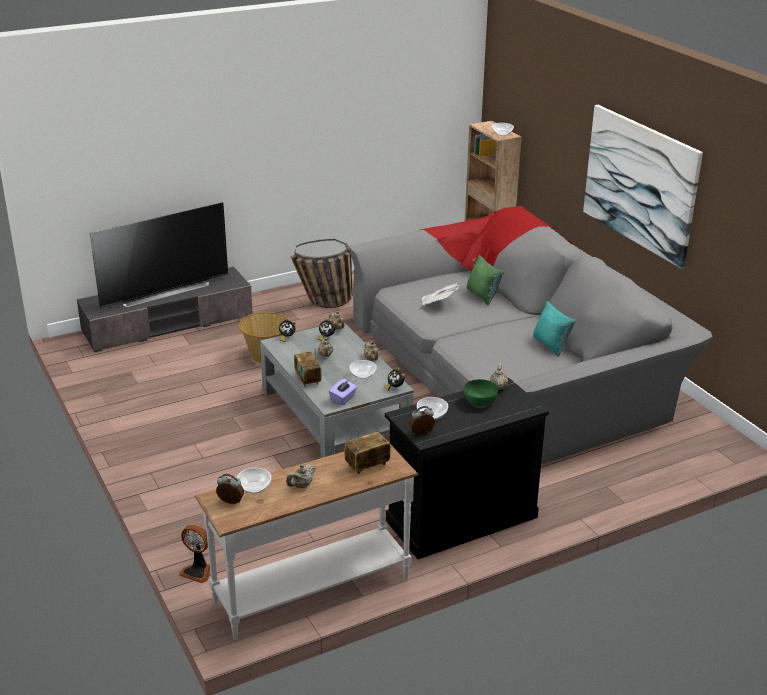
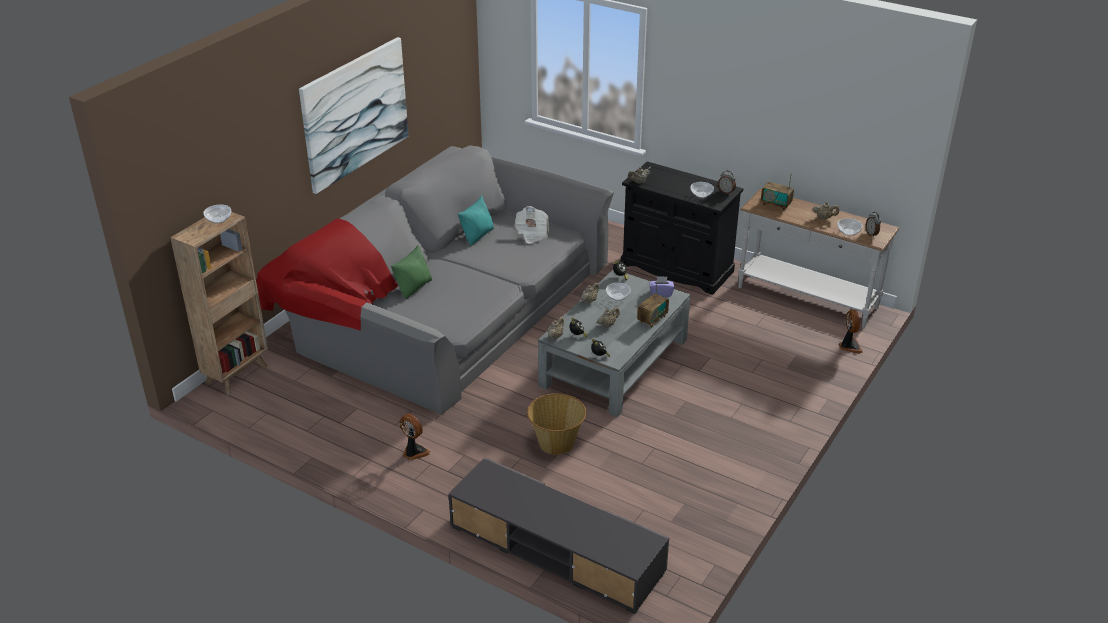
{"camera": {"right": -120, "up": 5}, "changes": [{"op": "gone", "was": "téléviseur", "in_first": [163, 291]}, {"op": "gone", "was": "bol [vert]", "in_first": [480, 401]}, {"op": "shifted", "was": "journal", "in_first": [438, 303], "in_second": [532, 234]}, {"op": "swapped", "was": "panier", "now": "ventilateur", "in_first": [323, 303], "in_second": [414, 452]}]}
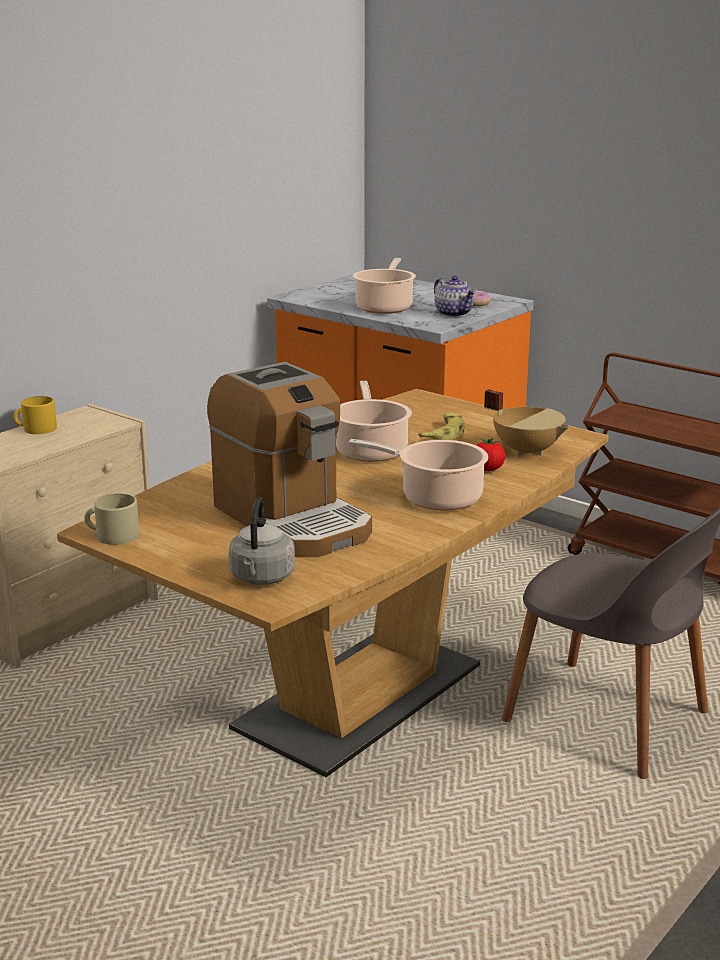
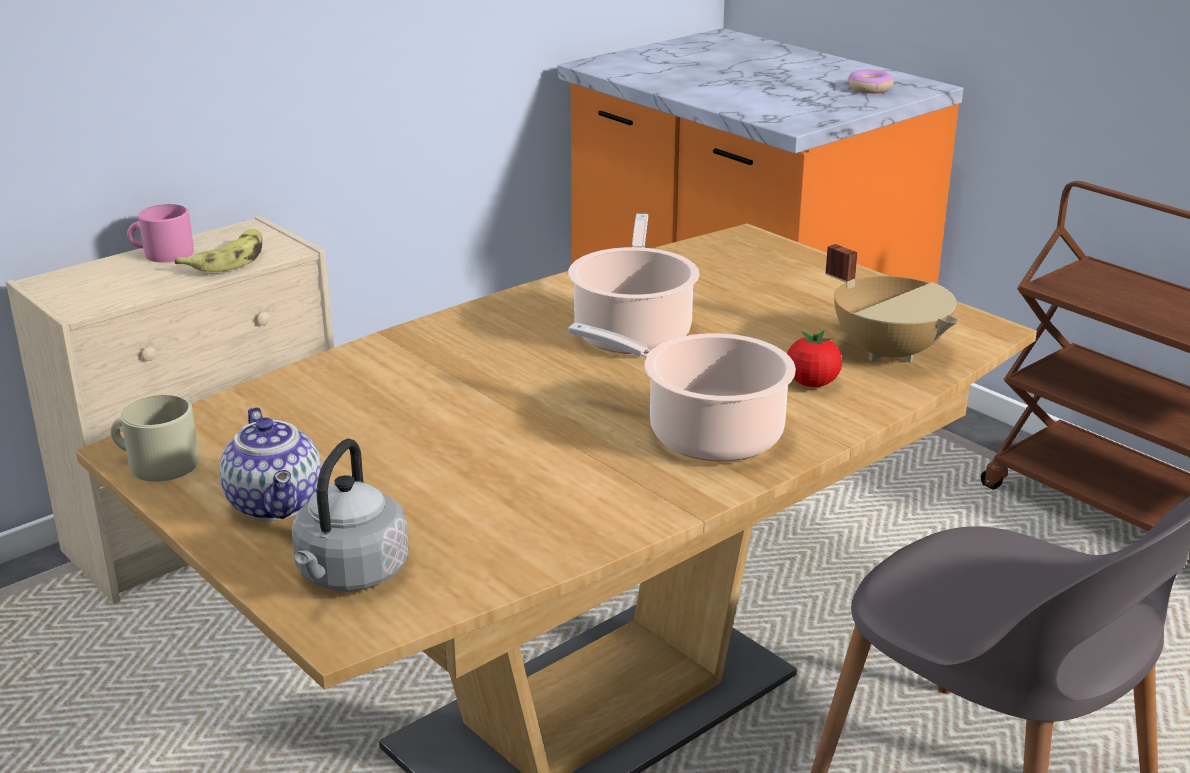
{"camera": {"right": 10, "up": 5}, "changes": [{"op": "gone", "was": "machine à café", "in_first": [292, 520]}, {"op": "gone", "was": "marmite", "in_first": [384, 307]}, {"op": "shifted", "was": "banane", "in_first": [443, 434], "in_second": [228, 260]}, {"op": "shifted", "was": "théière", "in_first": [454, 314], "in_second": [278, 504]}, {"op": "repainted", "was": "mug [jaune]", "now": "mug [rose]", "in_first": [35, 429], "in_second": [162, 254]}]}
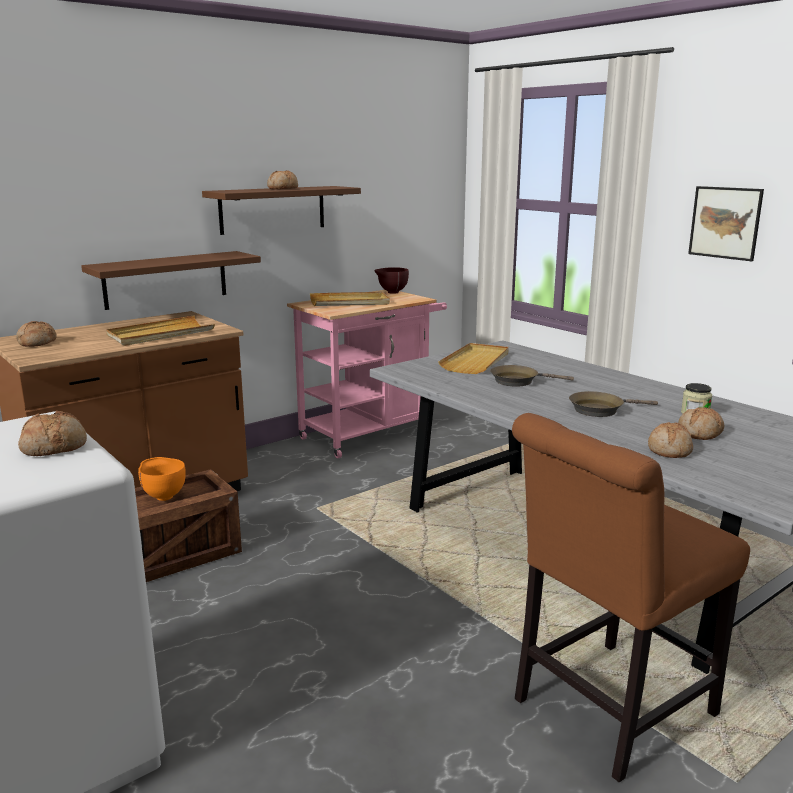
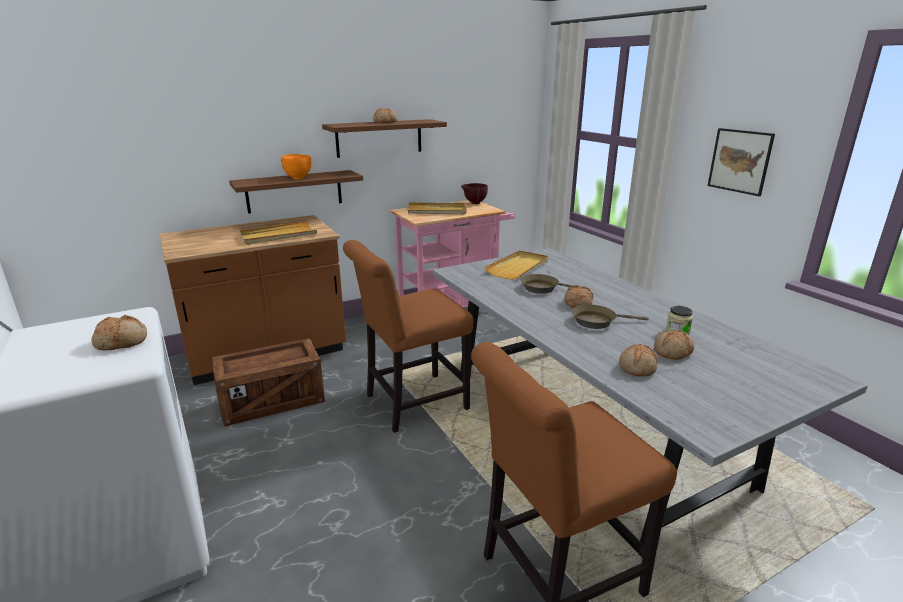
{"camera": {"right": 10, "up": 5}, "changes": [{"op": "new", "now": "chaise [marron]", "in_second": [411, 403]}, {"op": "shifted", "was": "pain", "in_first": [36, 342], "in_second": [577, 303]}, {"op": "shifted", "was": "bol [orange]", "in_first": [163, 496], "in_second": [297, 178]}]}
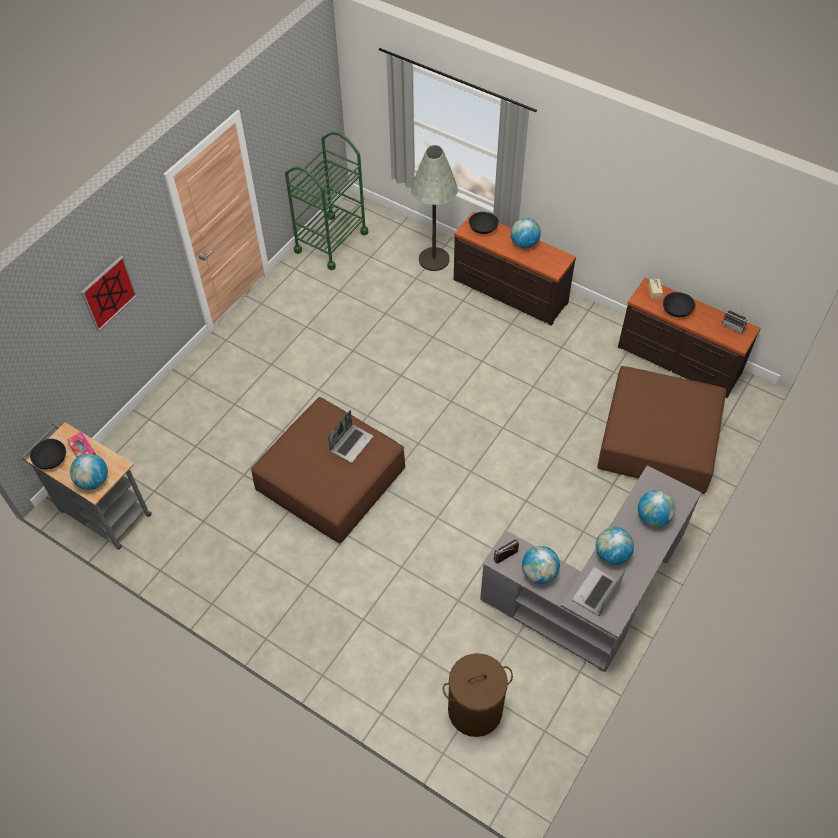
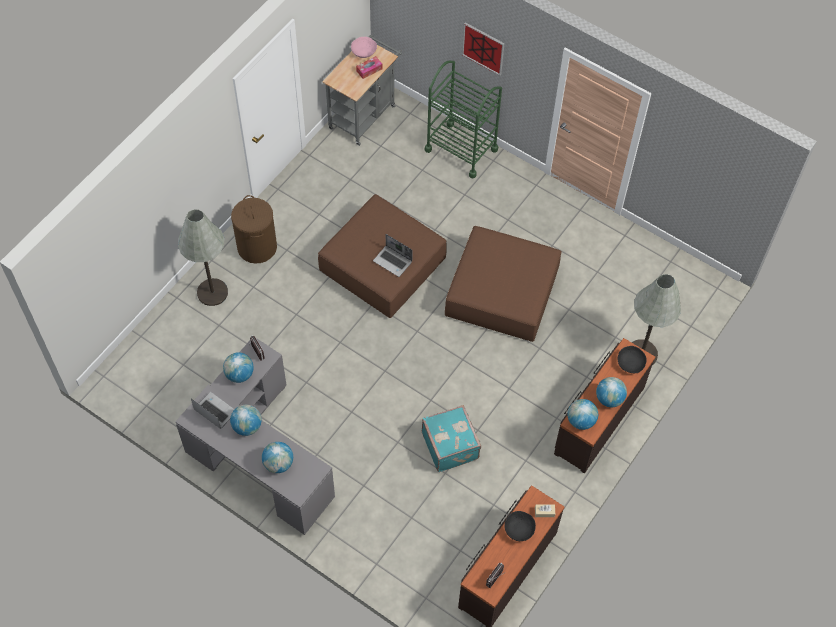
{"camera": {"right": 90, "up": 5}, "changes": [{"op": "new", "now": "lampadaire [gris]", "in_second": [212, 292]}, {"op": "new", "now": "valise [turquoise]", "in_second": [451, 445]}, {"op": "shifted", "was": "globe", "in_first": [93, 481], "in_second": [581, 421]}, {"op": "shifted", "was": "chariot [vert]", "in_first": [331, 242], "in_second": [461, 149]}, {"op": "shifted", "was": "panier à linge [marron]", "in_first": [475, 709], "in_second": [257, 247]}, {"op": "shifted", "was": "pouf [marron]", "in_first": [658, 441], "in_second": [501, 293]}, {"op": "repainted", "was": "bol [noir]", "now": "bol [rose]", "in_first": [51, 459], "in_second": [363, 52]}]}
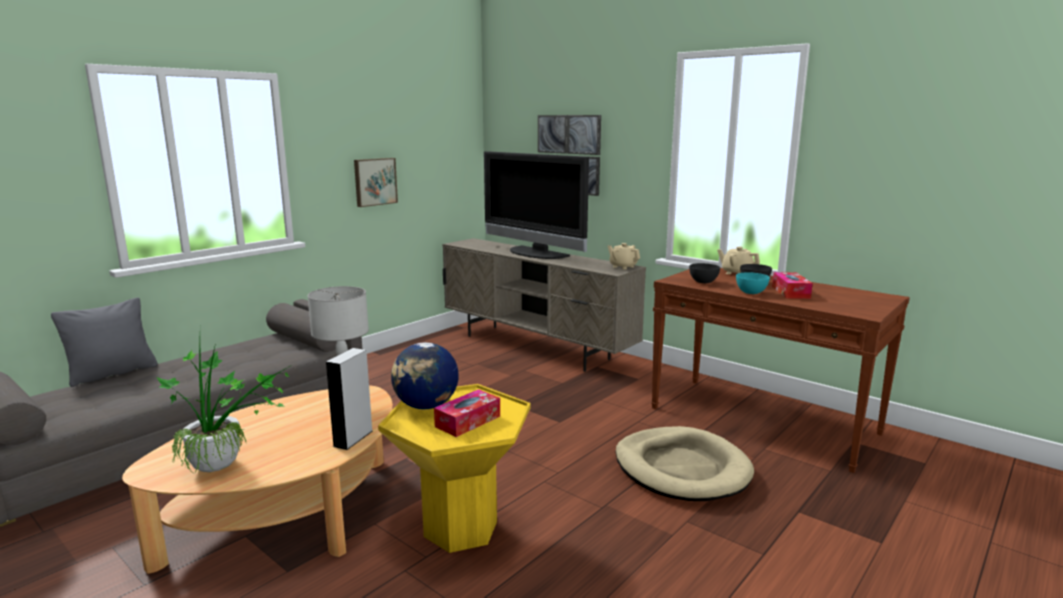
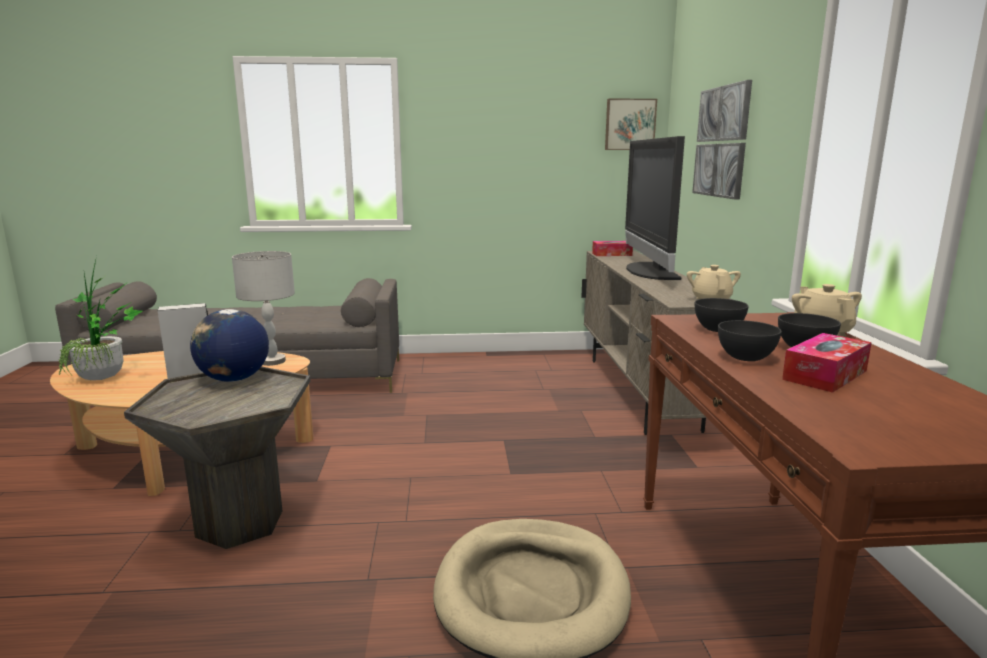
{"camera": {"right": 45, "up": 0}, "changes": [{"op": "gone", "was": "coussin [gris]", "in_first": [112, 373]}, {"op": "shifted", "was": "tableau", "in_first": [374, 181], "in_second": [629, 124]}, {"op": "shifted", "was": "boîte à mouchoirs", "in_first": [468, 421], "in_second": [612, 254]}, {"op": "repainted", "was": "table d'appoint [jaune]", "now": "table d'appoint [gris]", "in_first": [460, 529], "in_second": [240, 523]}, {"op": "repainted", "was": "bol [turquoise]", "now": "bol [gris]", "in_first": [751, 292], "in_second": [745, 358]}]}
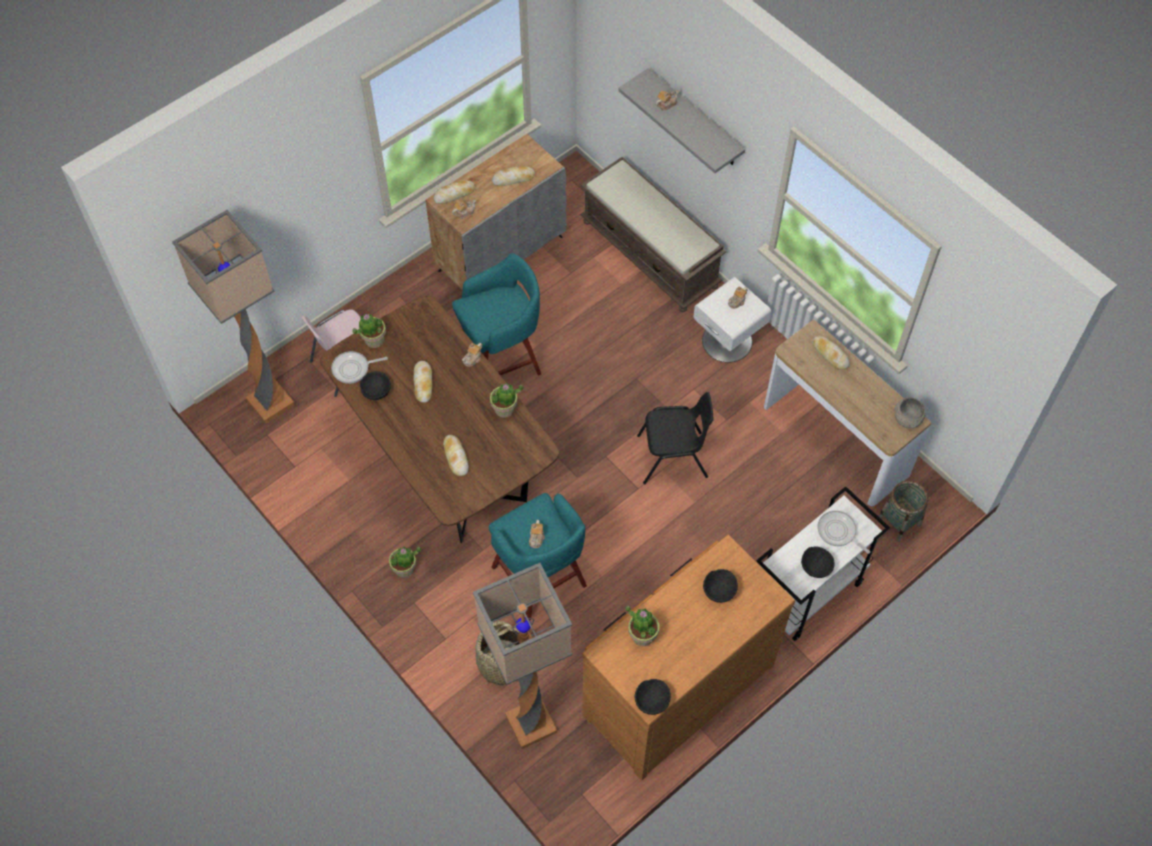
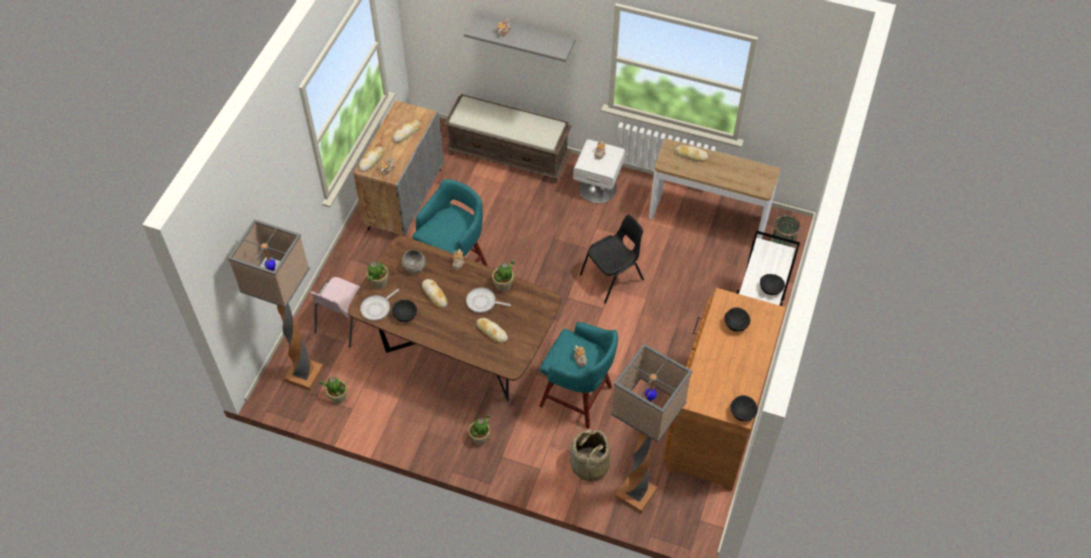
{"camera": {"right": -30, "up": -5}, "changes": [{"op": "shifted", "was": "plante en pot", "in_first": [642, 635], "in_second": [338, 397]}, {"op": "shifted", "was": "poêle", "in_first": [838, 532], "in_second": [483, 302]}, {"op": "shifted", "was": "bol [gris]", "in_first": [907, 419], "in_second": [414, 267]}]}
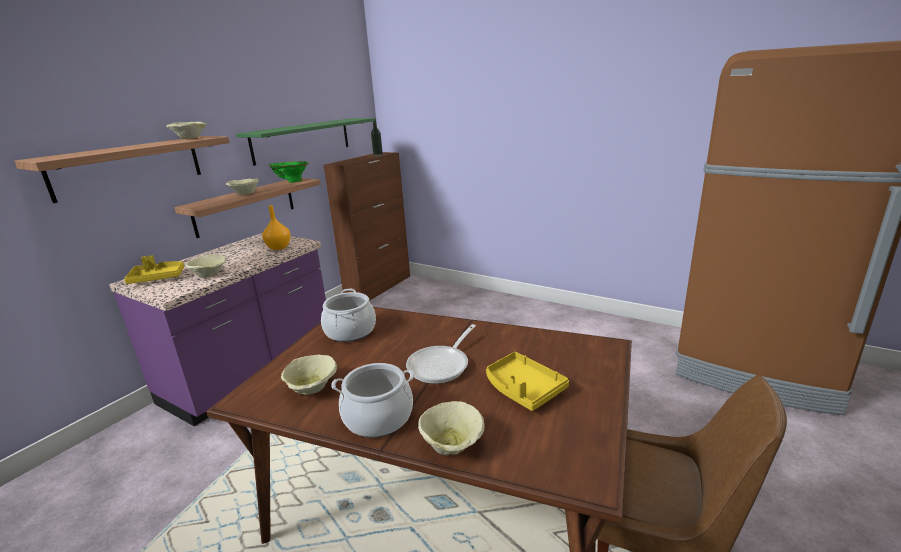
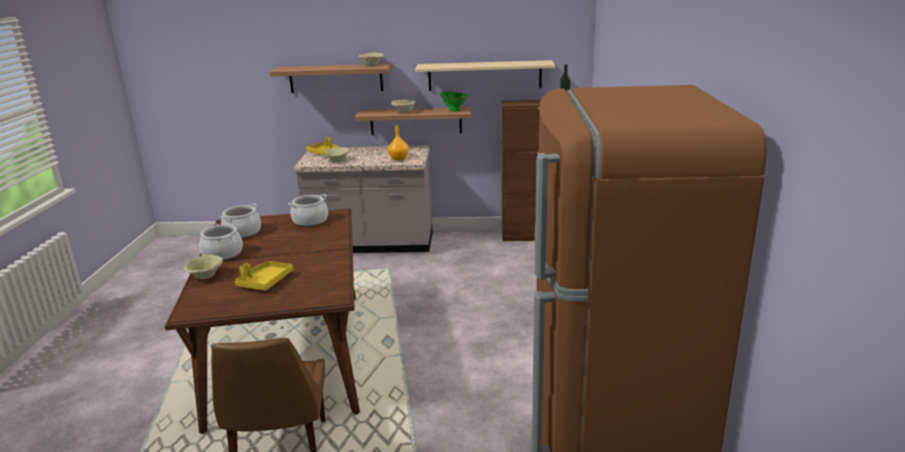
{"camera": {"right": 60, "up": 0}, "changes": [{"op": "gone", "was": "poêle", "in_first": [442, 365]}, {"op": "swapped", "was": "bol [beige]", "now": "marmite", "in_first": [313, 389], "in_second": [243, 233]}, {"op": "repainted", "was": "comptoir de cuisine [violet]", "now": "comptoir de cuisine [gris]", "in_first": [252, 373], "in_second": [372, 245]}, {"op": "repainted", "was": "étagère [vert]", "now": "étagère [beige]", "in_first": [302, 140], "in_second": [484, 75]}]}
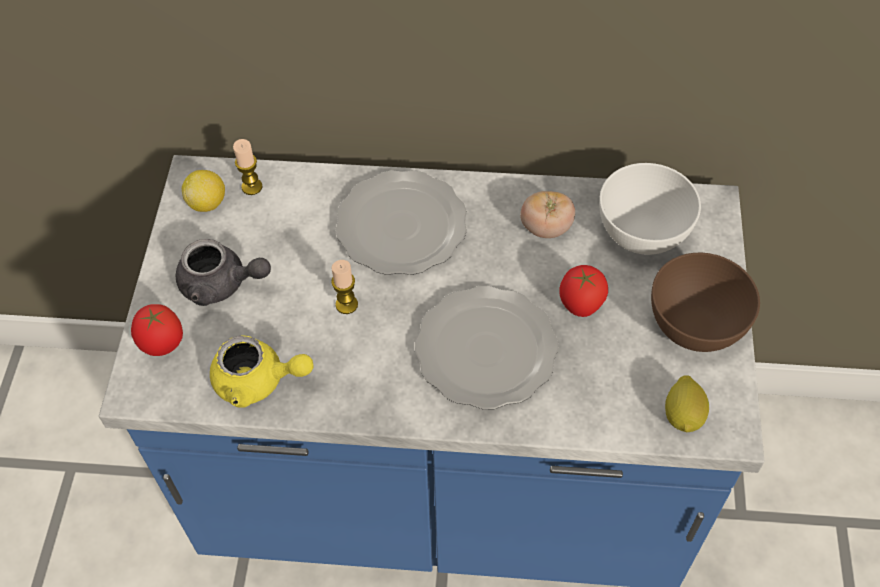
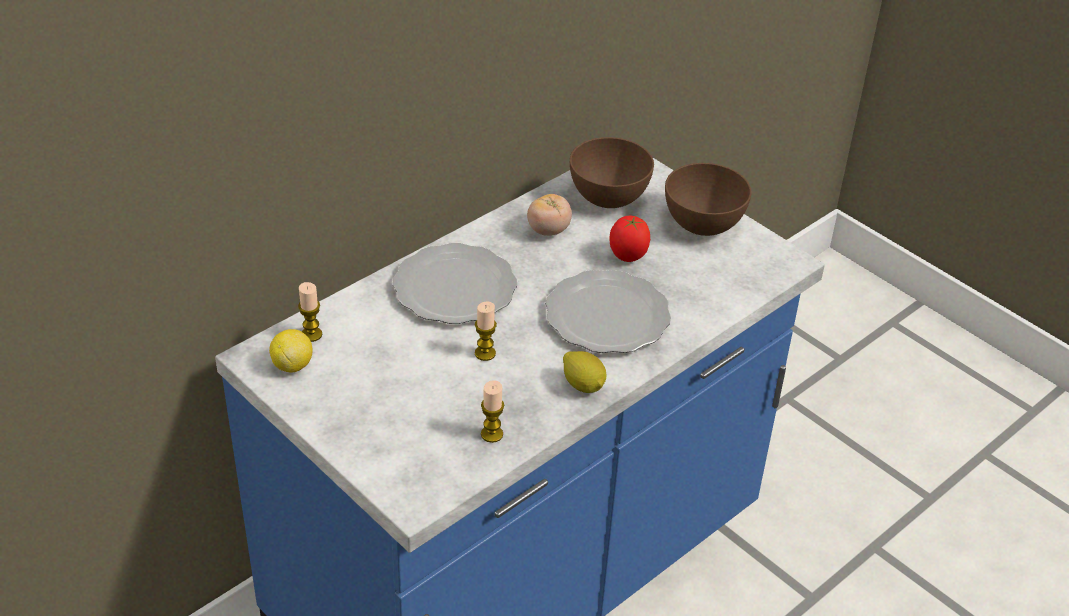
{"camera": {"right": -50, "up": -15}, "changes": [{"op": "gone", "was": "tomate", "in_first": [163, 345]}, {"op": "gone", "was": "théière [gris]", "in_first": [221, 284]}, {"op": "shifted", "was": "citron", "in_first": [683, 415], "in_second": [583, 385]}, {"op": "swapped", "was": "théière [jaune]", "now": "bougie", "in_first": [258, 381], "in_second": [492, 434]}, {"op": "repainted", "was": "bol [blanc]", "now": "bol [marron]", "in_first": [643, 233], "in_second": [609, 197]}]}
